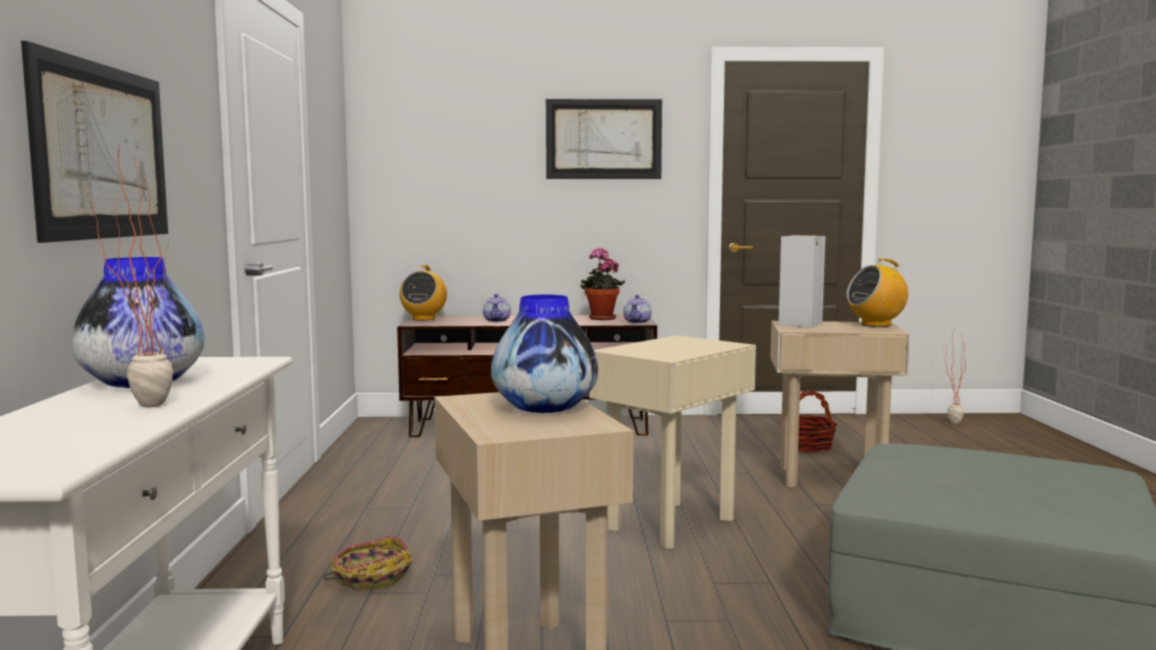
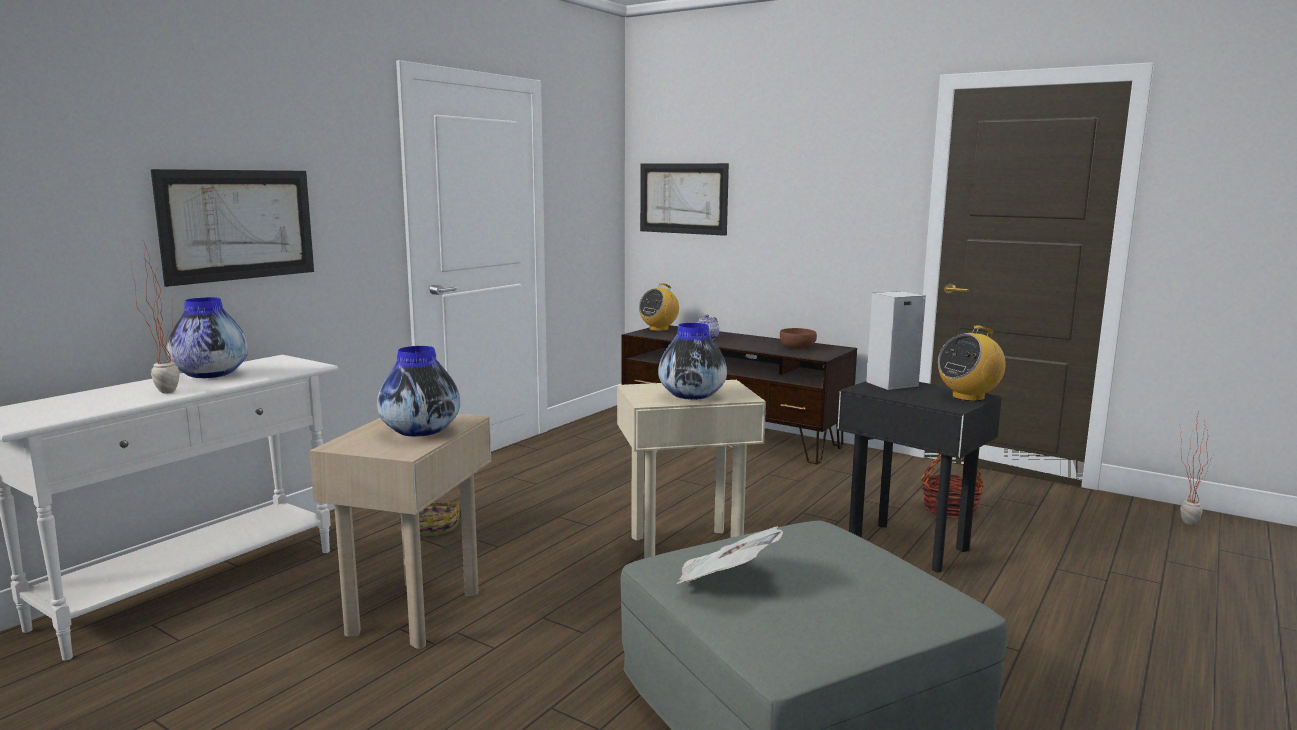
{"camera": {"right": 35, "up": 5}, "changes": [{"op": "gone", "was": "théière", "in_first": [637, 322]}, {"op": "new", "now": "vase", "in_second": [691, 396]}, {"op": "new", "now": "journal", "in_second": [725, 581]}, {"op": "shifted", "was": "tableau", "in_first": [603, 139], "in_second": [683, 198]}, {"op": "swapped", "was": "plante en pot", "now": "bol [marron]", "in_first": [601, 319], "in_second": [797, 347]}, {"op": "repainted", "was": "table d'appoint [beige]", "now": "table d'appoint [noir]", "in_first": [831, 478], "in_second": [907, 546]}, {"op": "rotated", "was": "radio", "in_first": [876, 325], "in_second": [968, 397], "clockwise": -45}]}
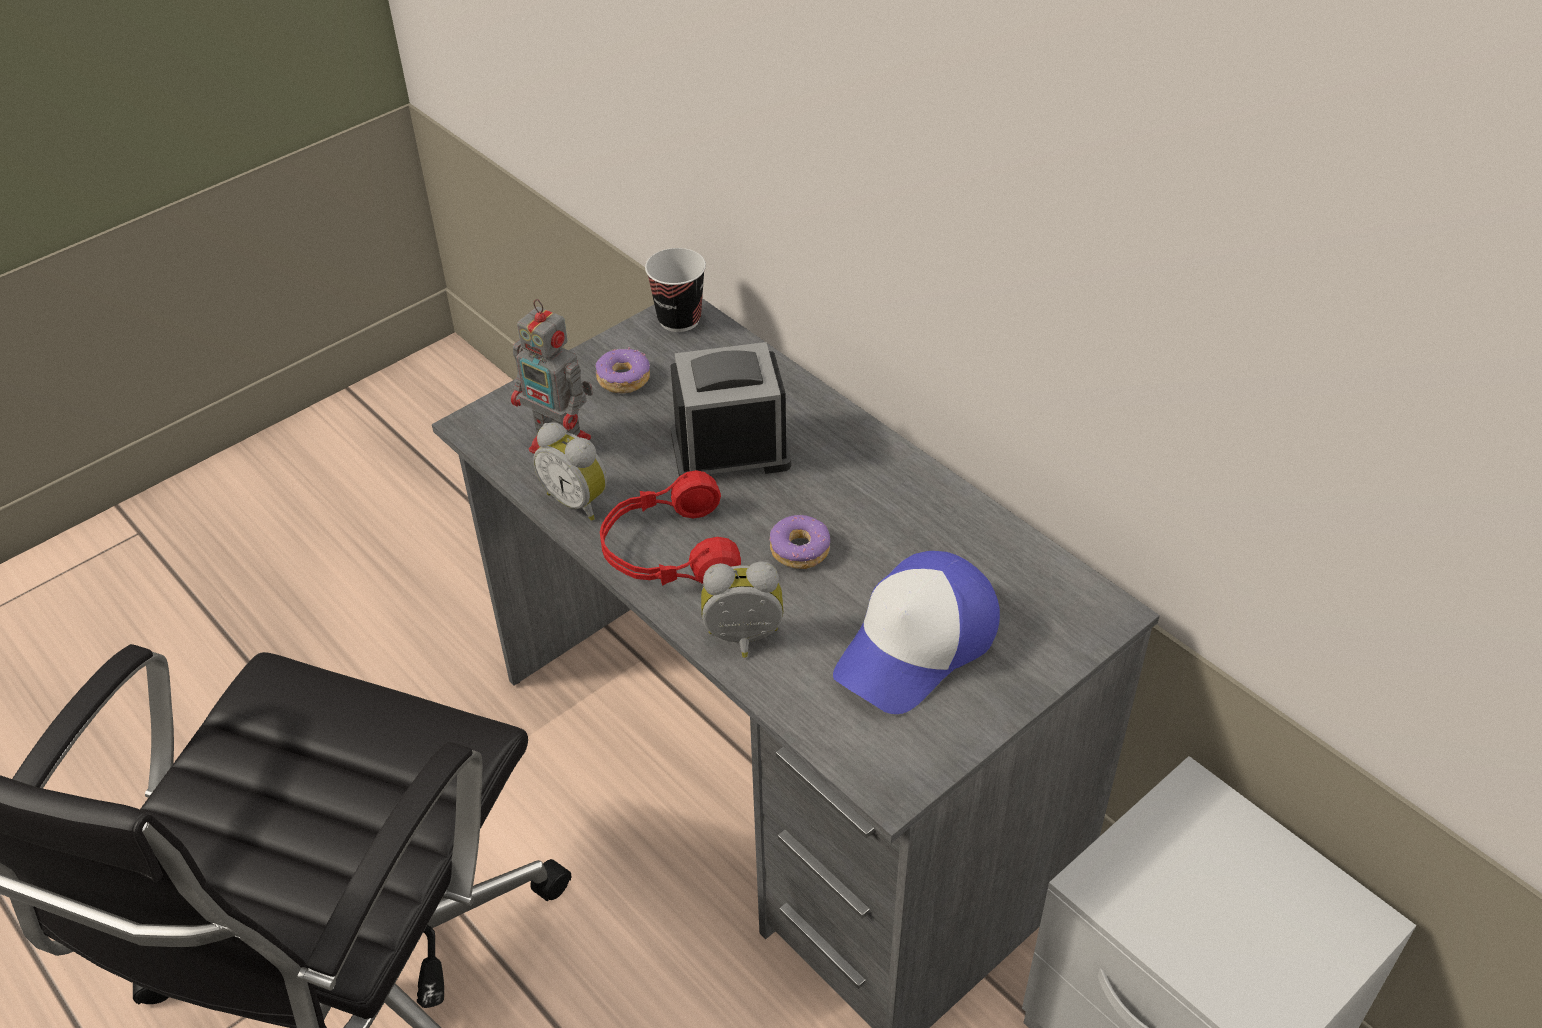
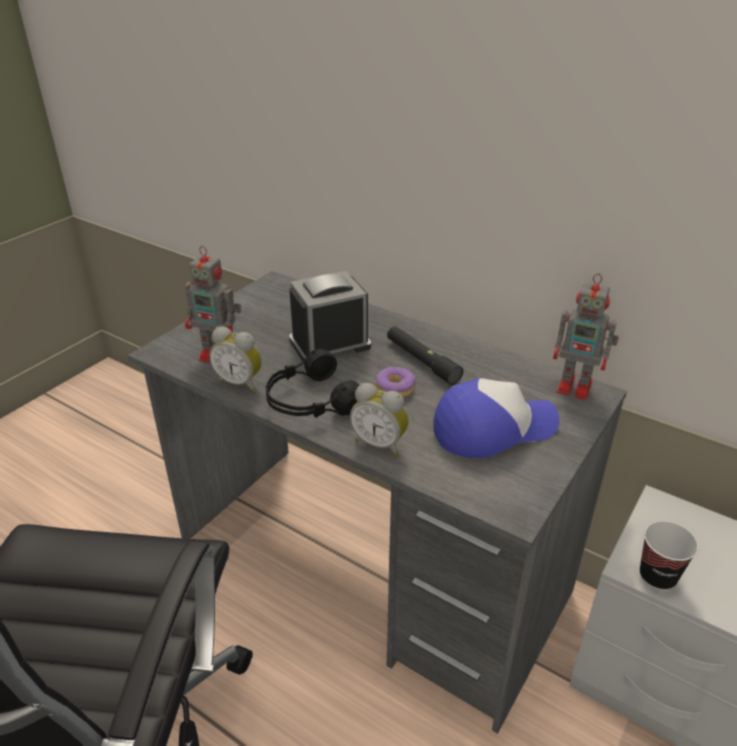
{"camera": {"right": -15, "up": -10}, "changes": [{"op": "gone", "was": "beignet", "in_first": [623, 378]}, {"op": "new", "now": "lampe de poche [noir]", "in_second": [422, 361]}, {"op": "new", "now": "robot jouet", "in_second": [577, 387]}, {"op": "shifted", "was": "tasse", "in_first": [679, 319], "in_second": [657, 576]}, {"op": "repainted", "was": "casque audio [rouge]", "now": "casque audio [noir]", "in_first": [667, 552], "in_second": [310, 401]}, {"op": "rotated", "was": "réveil", "in_first": [743, 641], "in_second": [380, 443], "clockwise": -135}, {"op": "rotated", "was": "casquette", "in_first": [917, 646], "in_second": [493, 428], "clockwise": -135}]}
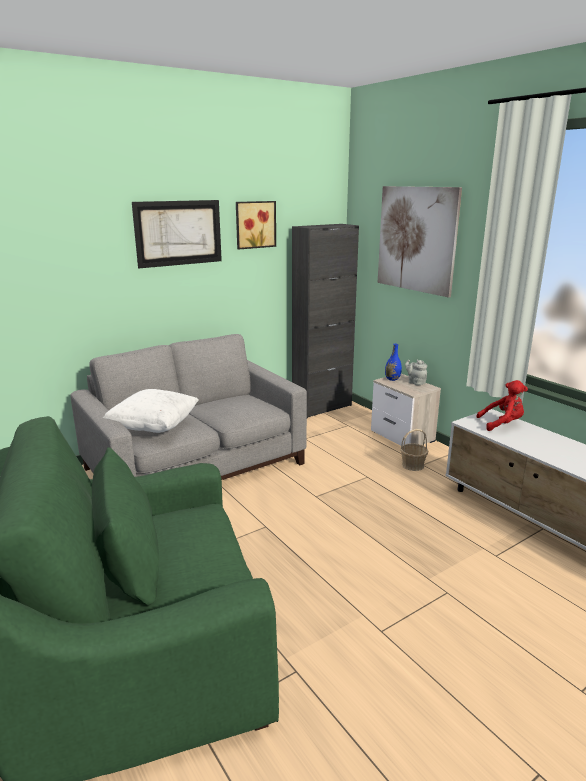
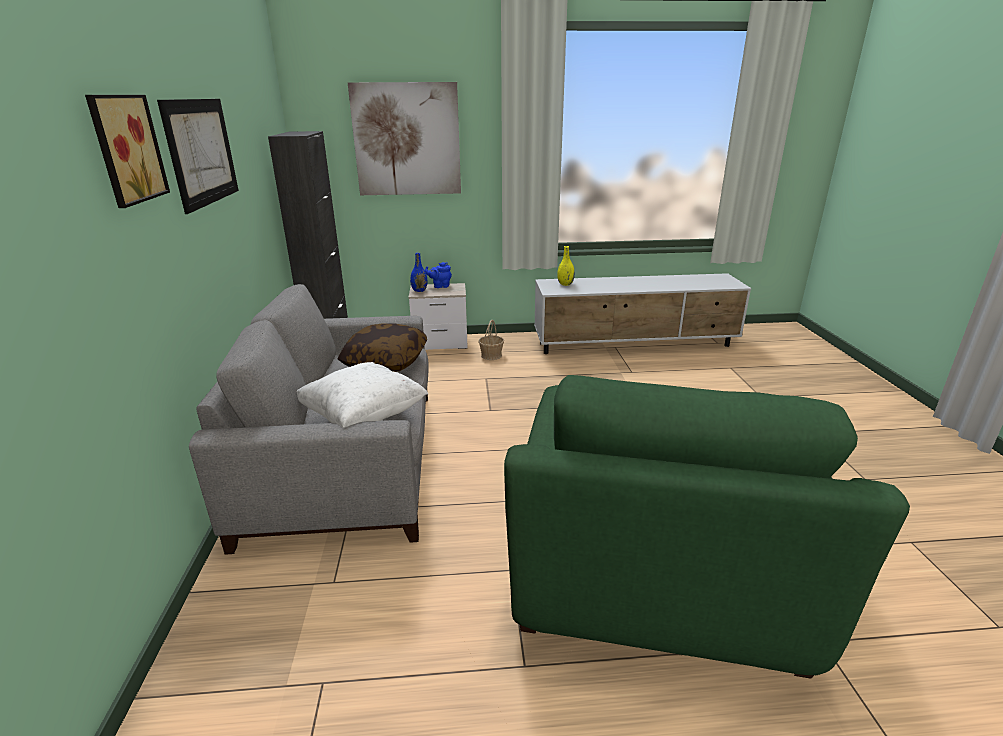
{"camera": {"right": -60, "up": 5}, "changes": [{"op": "new", "now": "coussin", "in_second": [385, 362]}, {"op": "shifted", "was": "tableau", "in_first": [254, 224], "in_second": [124, 149]}, {"op": "swapped", "was": "peluche [rouge]", "now": "vase [jaune]", "in_first": [502, 424], "in_second": [565, 284]}, {"op": "repainted", "was": "théière [gris]", "now": "théière [bleu]", "in_first": [415, 382], "in_second": [440, 286]}]}
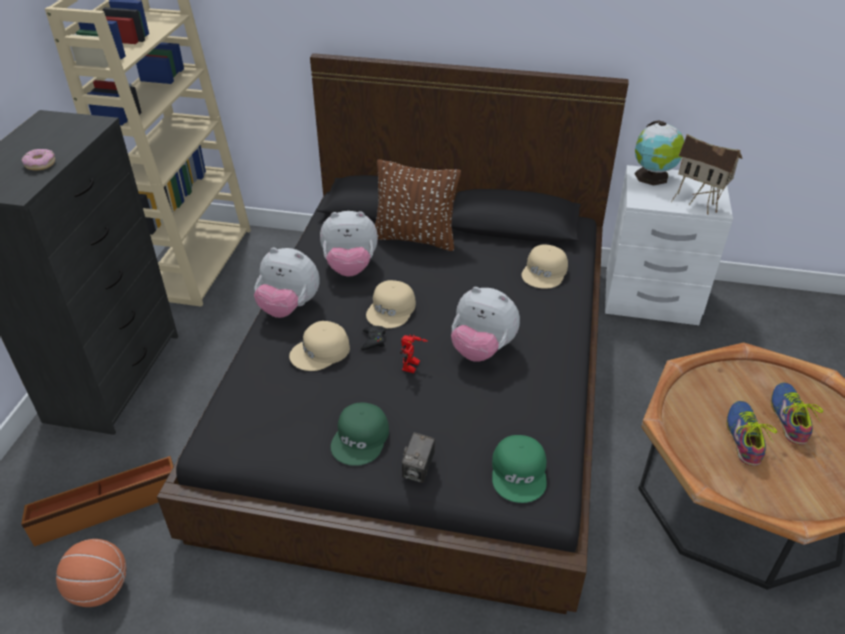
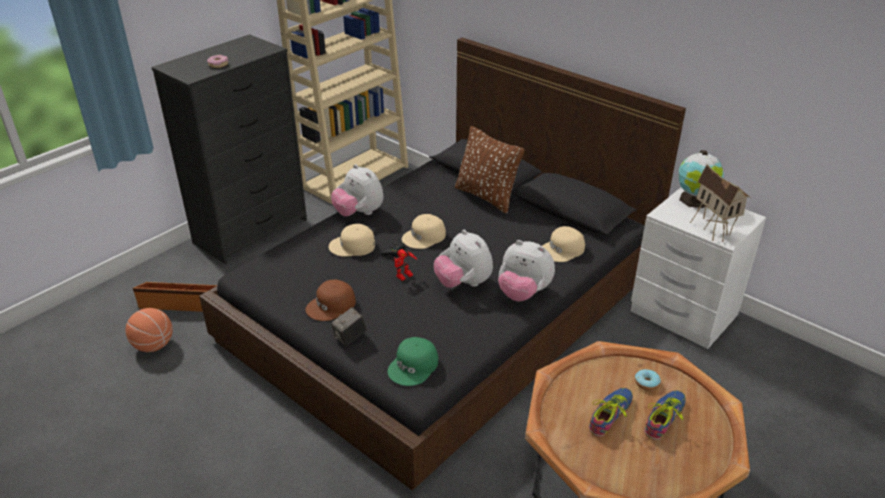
{"camera": {"right": 30, "up": -5}, "changes": [{"op": "new", "now": "beignet", "in_second": [646, 383]}, {"op": "shifted", "was": "peluche", "in_first": [350, 267], "in_second": [523, 293]}, {"op": "repainted", "was": "casquette [vert]", "now": "casquette [marron]", "in_first": [361, 439], "in_second": [331, 306]}]}
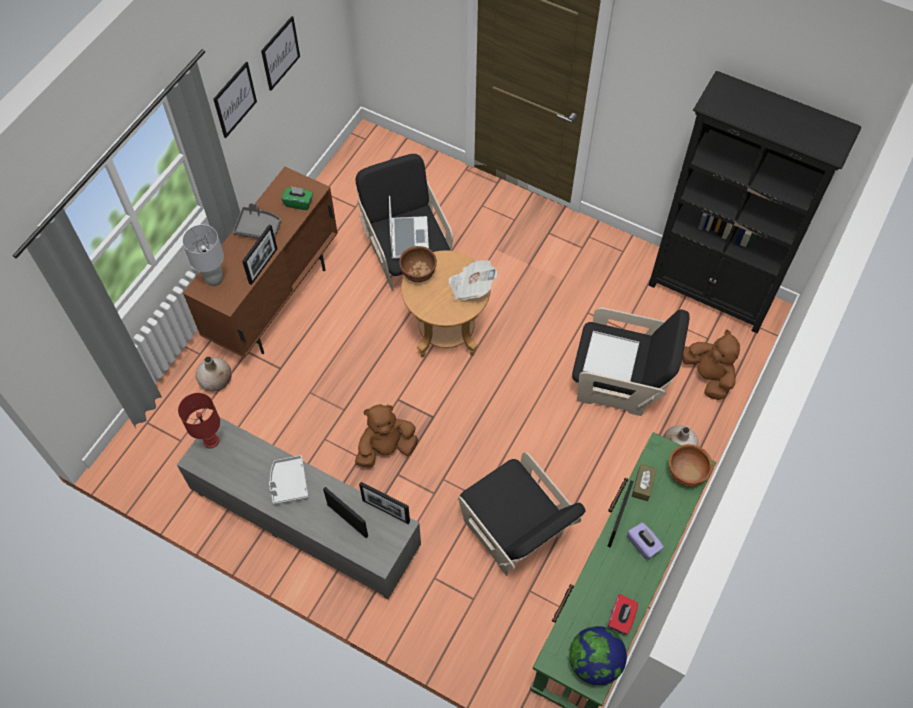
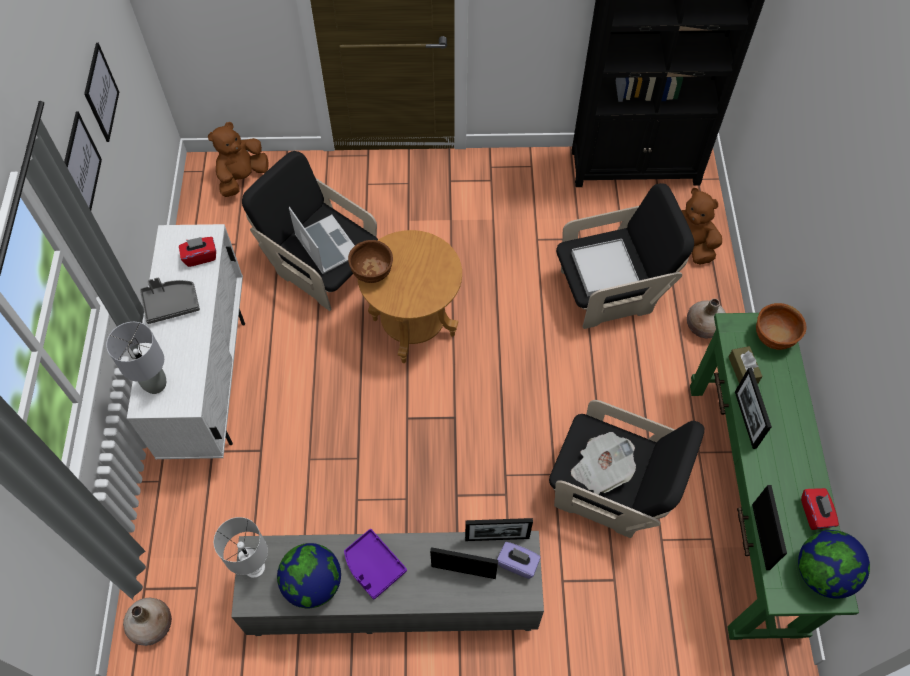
{"camera": {"right": -30, "up": 0}, "changes": [{"op": "new", "now": "globe", "in_second": [313, 583]}, {"op": "shifted", "was": "vase [beige]", "in_first": [216, 380], "in_second": [152, 625]}, {"op": "shifted", "was": "cadre photo", "in_first": [263, 266], "in_second": [761, 536]}, {"op": "shifted", "was": "peluche [marron]", "in_first": [386, 448], "in_second": [242, 178]}, {"op": "shifted", "was": "journal", "in_first": [471, 287], "in_second": [600, 469]}, {"op": "shifted", "was": "boîte à mouchoirs [violet]", "in_first": [643, 544], "in_second": [517, 563]}, {"op": "repainted", "was": "lampe de table [rouge]", "now": "lampe de table [blanc]", "in_first": [210, 441], "in_second": [254, 568]}, {"op": "repainted", "was": "meuble de rangement [marron]", "now": "meuble de rangement [blanc]", "in_first": [276, 301], "in_second": [210, 382]}, {"op": "repainted", "was": "plateau [gris]", "now": "plateau [violet]", "in_first": [288, 483], "in_second": [373, 566]}, {"op": "repainted", "was": "boîte à mouchoirs [vert]", "now": "boîte à mouchoirs [rouge]", "in_first": [298, 203], "in_second": [200, 257]}]}
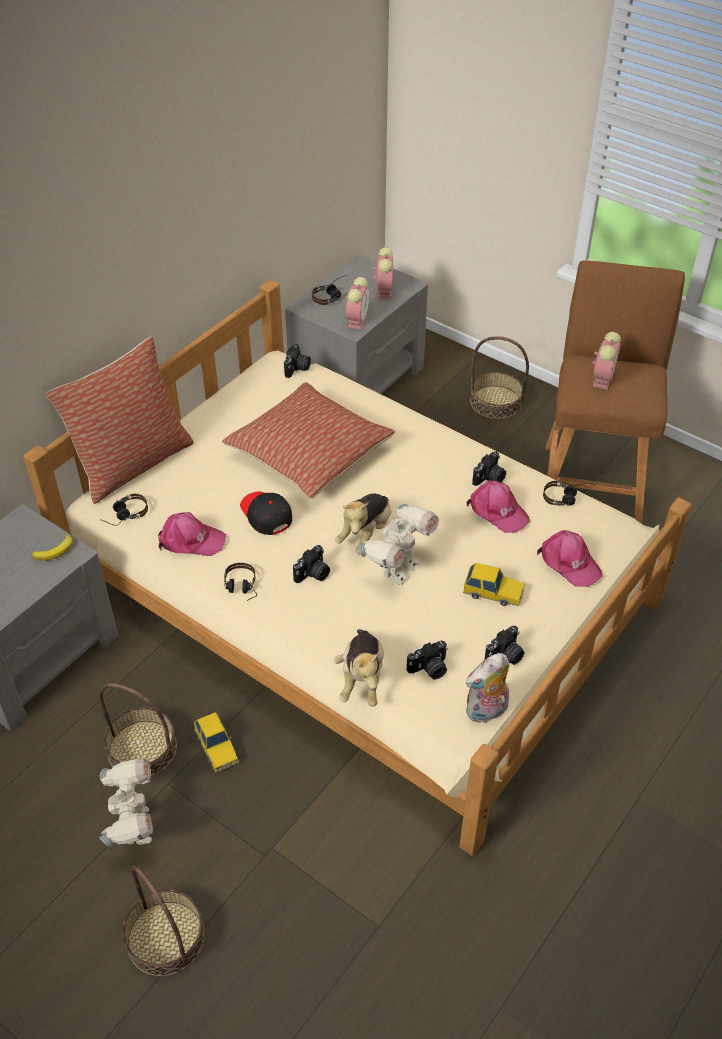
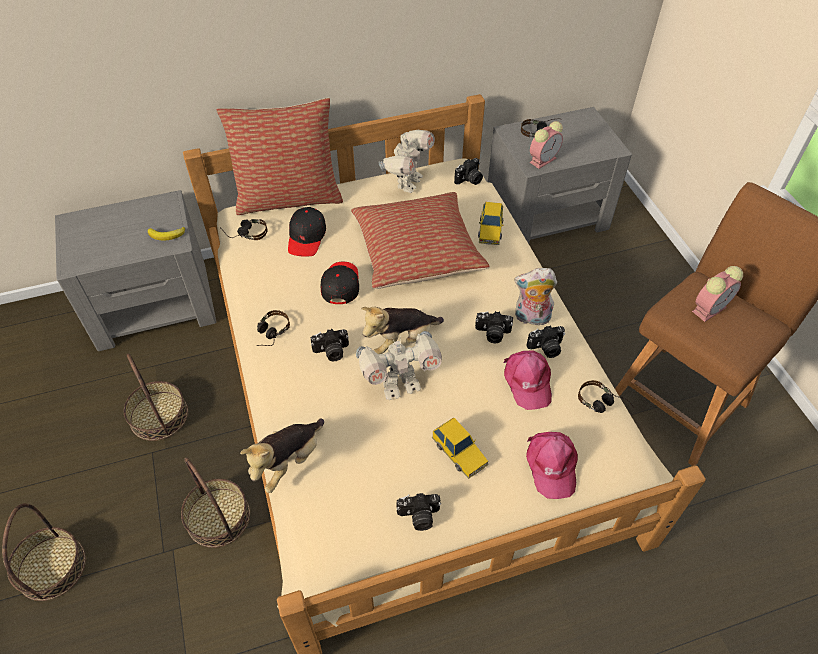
{"camera": {"right": 35, "up": 5}, "changes": [{"op": "gone", "was": "casquette [rose]", "in_first": [190, 540]}, {"op": "gone", "was": "réveil", "in_first": [384, 289]}, {"op": "new", "now": "casquette [noir]", "in_second": [307, 237]}, {"op": "shifted", "was": "robot jouet", "in_first": [135, 828], "in_second": [407, 183]}, {"op": "shifted", "was": "petite voiture", "in_first": [217, 747], "in_second": [490, 230]}, {"op": "shifted", "was": "appareil photo", "in_first": [429, 669], "in_second": [492, 334]}, {"op": "shifted", "was": "peluche", "in_first": [486, 712], "in_second": [531, 318]}, {"op": "shifted", "was": "panier", "in_first": [496, 402], "in_second": [218, 517]}]}
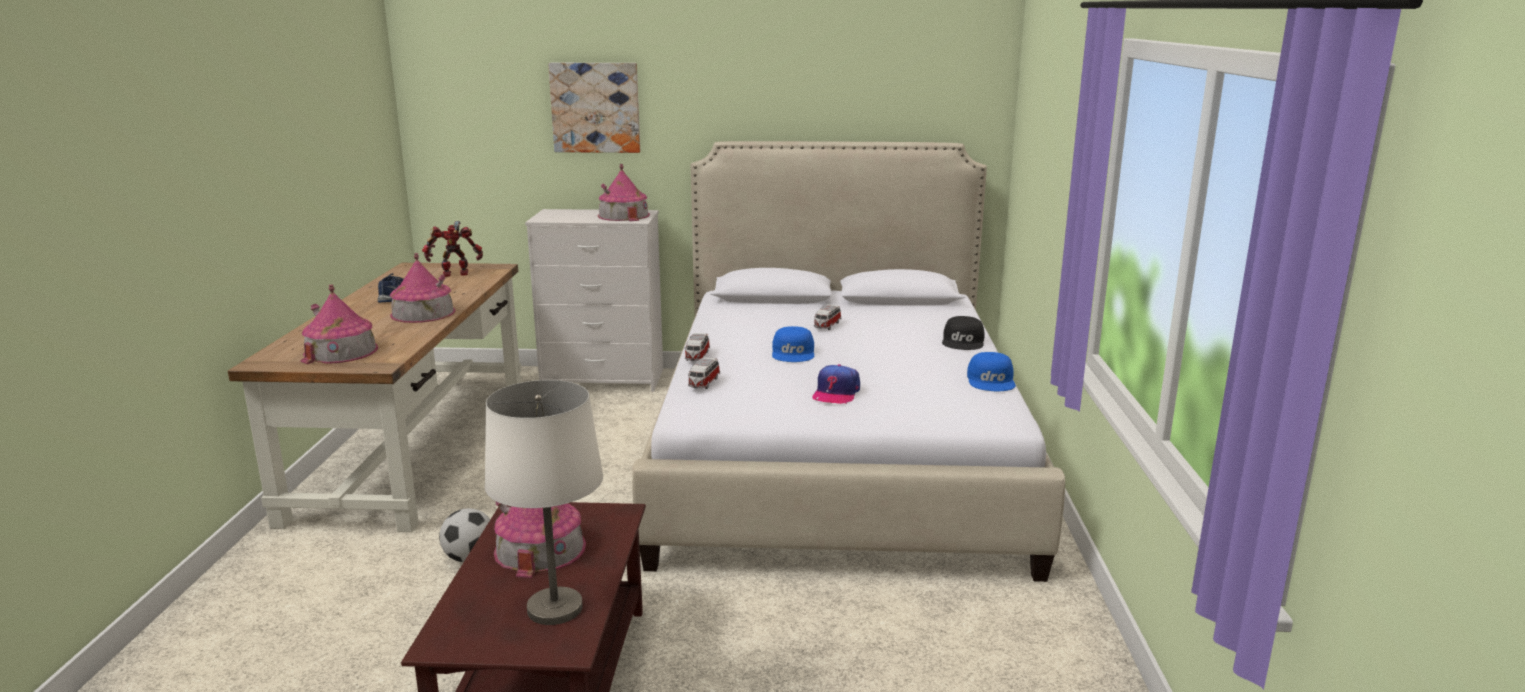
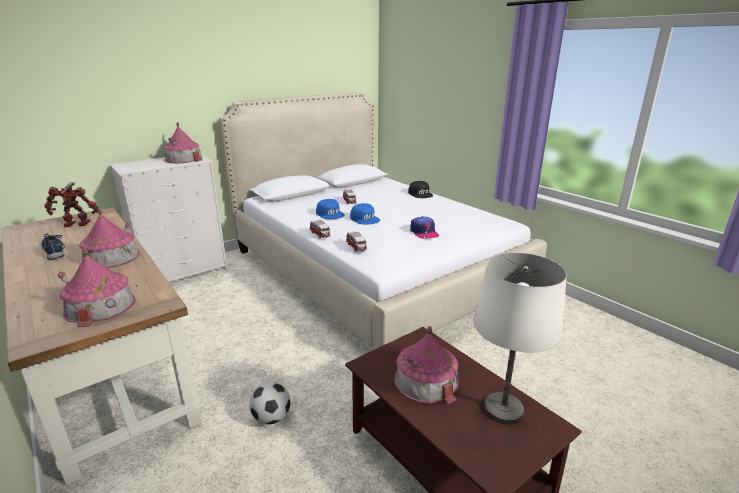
{"camera": {"right": -40, "up": 5}, "changes": [{"op": "gone", "was": "tableau", "in_first": [595, 107]}, {"op": "shifted", "was": "casquette [bleu]", "in_first": [991, 381], "in_second": [330, 214]}, {"op": "rotated", "was": "robot jouet", "in_first": [456, 274], "in_second": [76, 224], "clockwise": 45}]}
